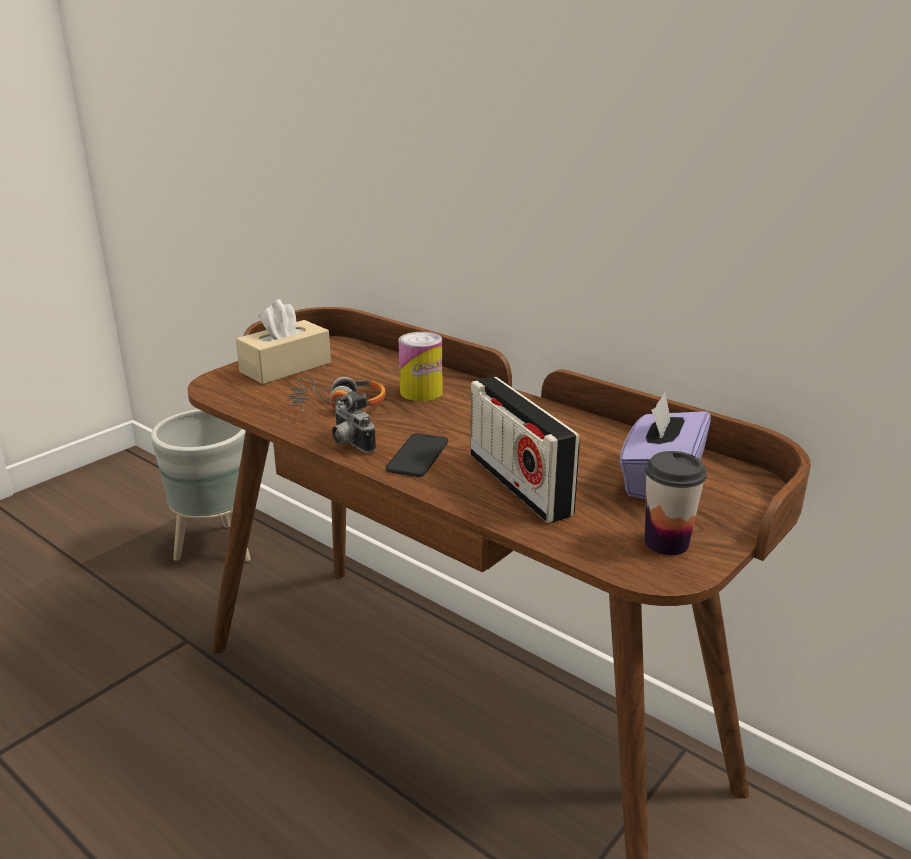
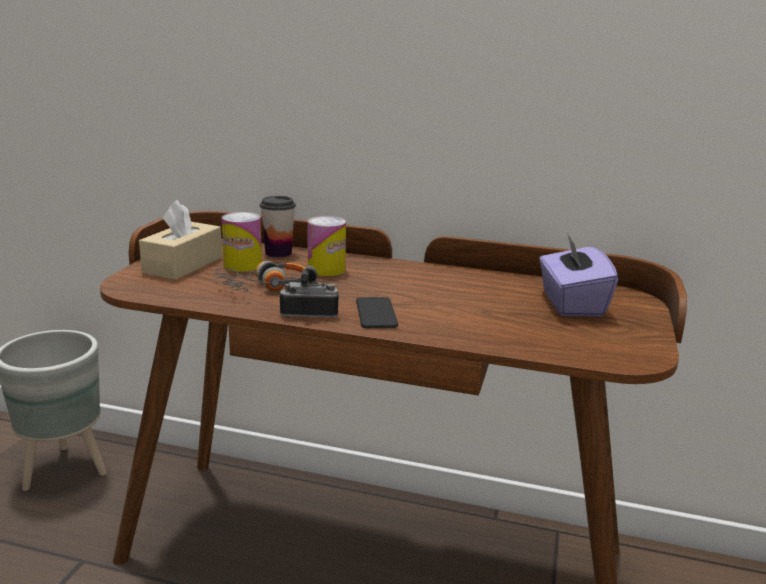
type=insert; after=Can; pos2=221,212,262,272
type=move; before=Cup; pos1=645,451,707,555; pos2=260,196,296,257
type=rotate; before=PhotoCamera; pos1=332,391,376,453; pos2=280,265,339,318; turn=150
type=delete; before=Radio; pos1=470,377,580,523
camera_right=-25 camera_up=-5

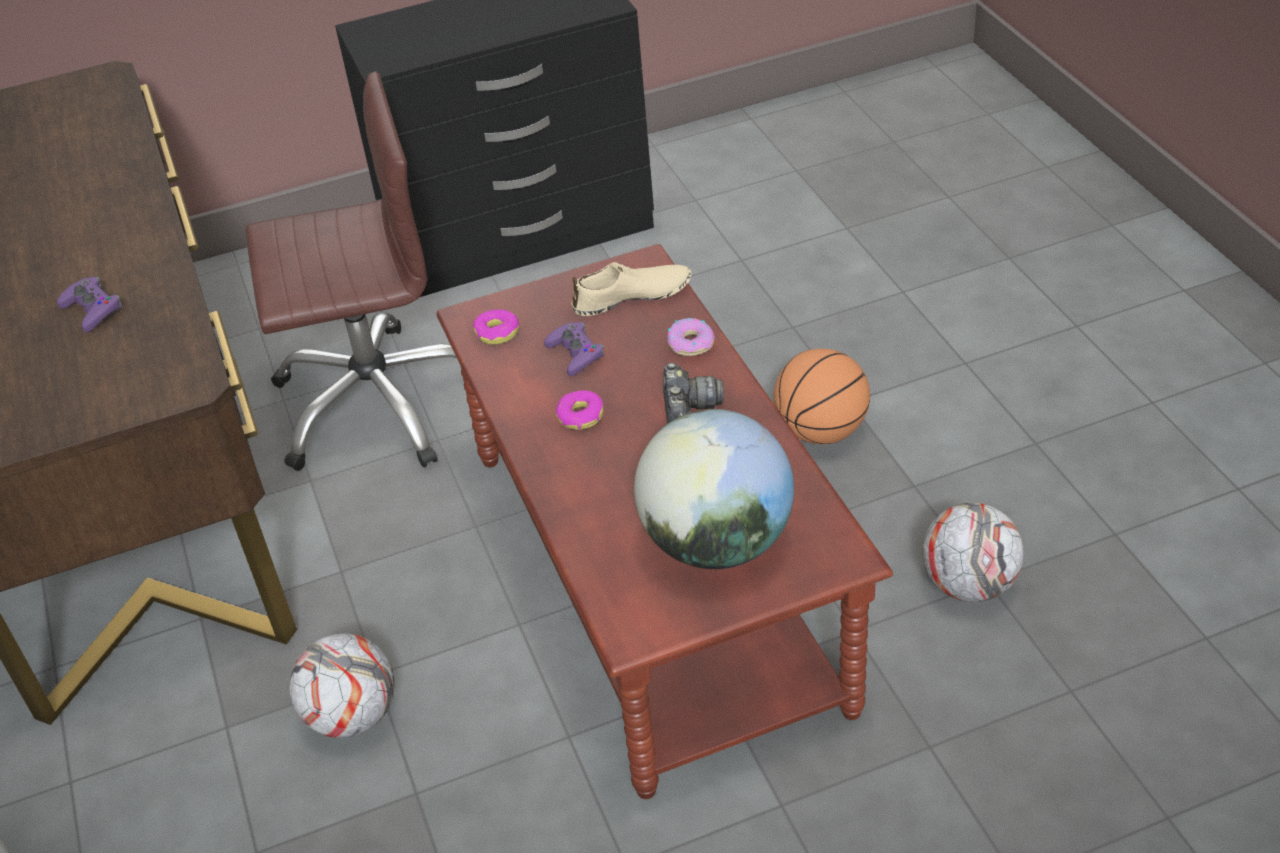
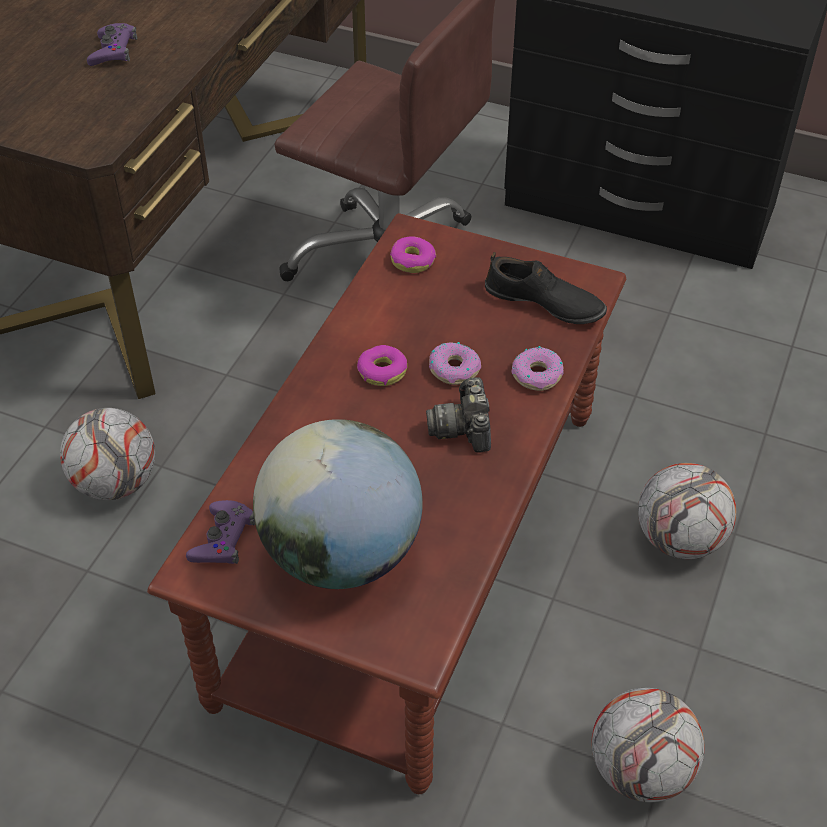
type=move; before=PurpleGameController; pos1=544,322,604,376; pos2=186,500,255,564
type=rotate; before=PhotoCamera; pos1=663,363,724,424; pos2=426,377,491,453; turn=135
type=insert; after=Donut; pos2=429,342,481,385
type=recolor; before=BeigeShoe; after=BlackShoe; pos1=571,262,692,316; pos2=485,252,607,324
type=replace; before=Basketball; after=Football; pos1=773,349,870,444; pos2=638,463,736,559
camera_right=40 camera_up=5

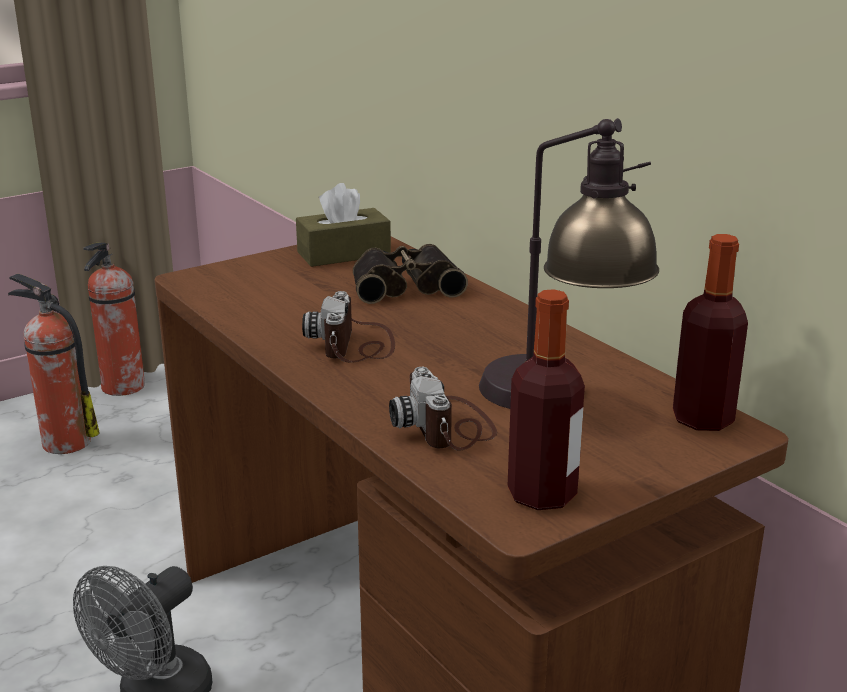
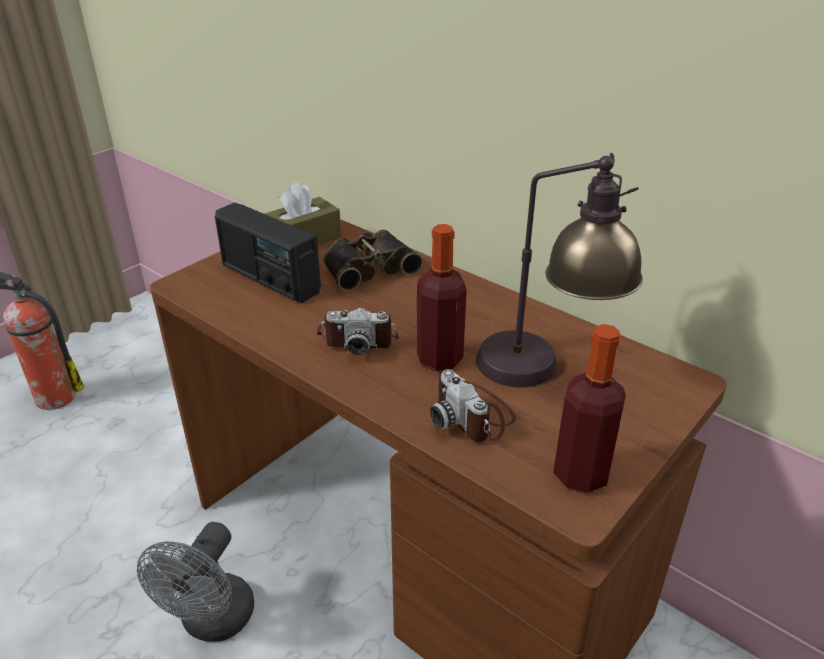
type=insert; after=Radio; pos2=215,202,321,303
type=rotate; before=PhotoCamera; pos1=302,291,395,363; pos2=317,308,399,355; turn=-75
type=move; before=Bottle; pos1=673,234,748,431; pos2=417,224,467,371
type=delete; before=FireExtinguisher; pos1=83,242,145,396
camera_right=-15 camera_up=10

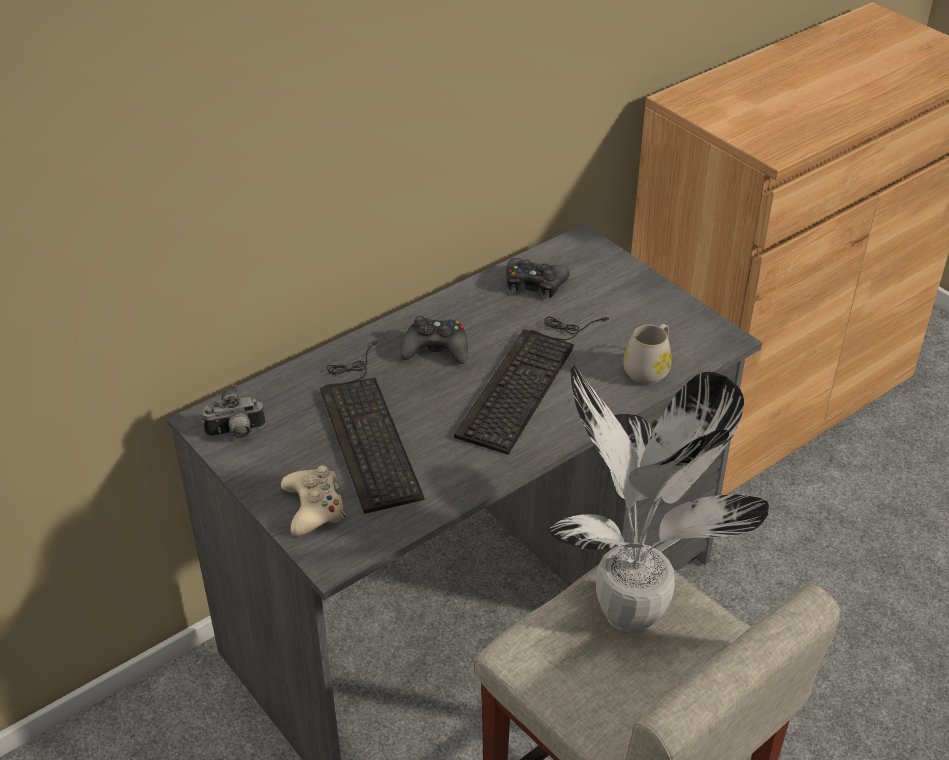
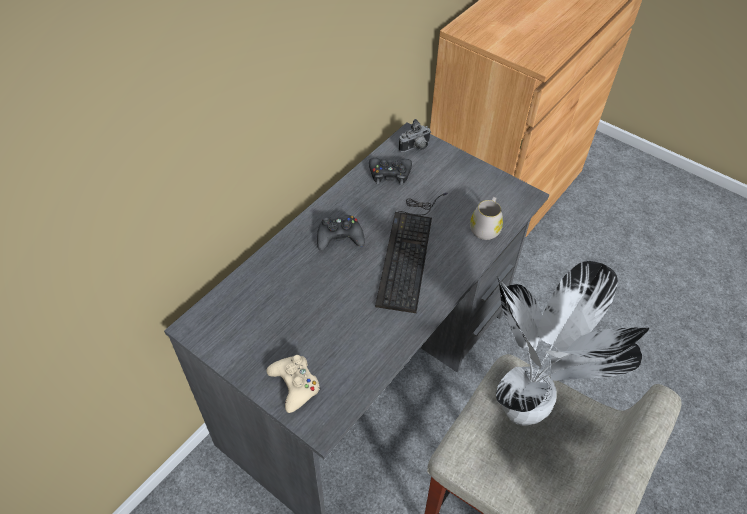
type=move; before=PhotoCamera; pos1=202,385,266,439; pos2=399,119,431,152
type=delete; before=Keyboard; pos1=320,340,425,514
camera_right=-15 camera_up=10

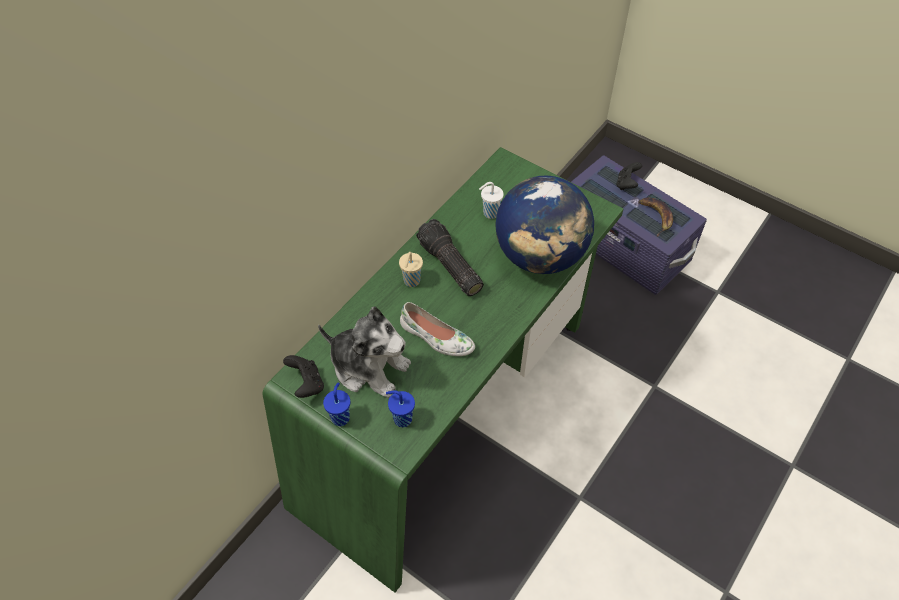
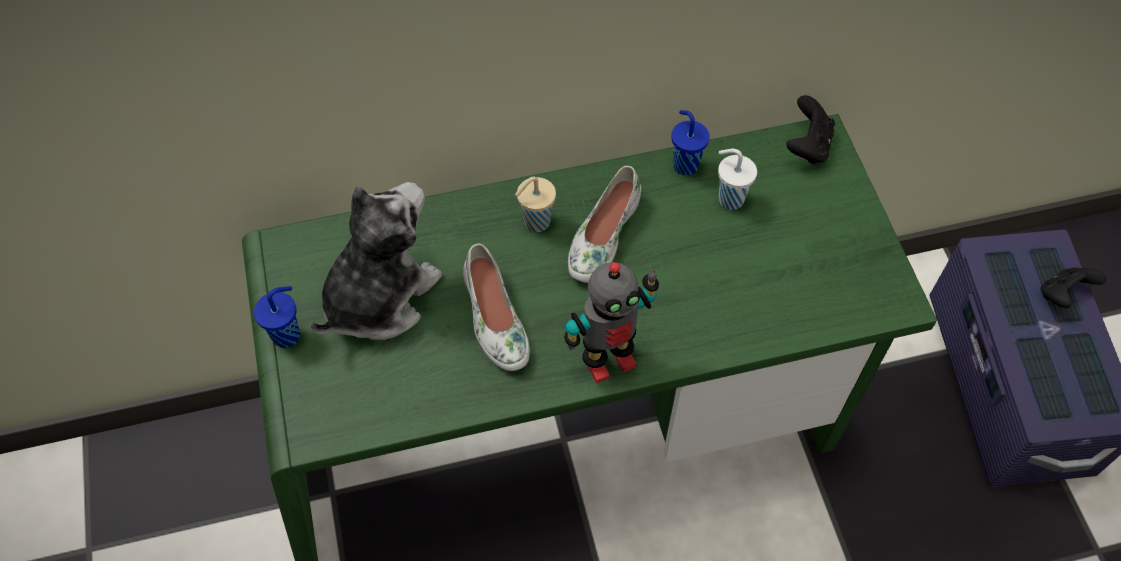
type=rotate; before=PlushToy; pos1=318,307,411,398; pos2=311,182,442,340; turn=-120
type=insert; after=ToyRobot; pos2=564,262,659,383
type=replace; before=Flashlight; after=WhiteShoe; pos1=416,219,484,296; pos2=568,166,641,283
type=move; before=BlueCup; pos1=386,390,415,427; pos2=671,110,710,175
type=move; before=BlackGameController; pos1=283,355,324,398; pos2=786,95,835,164
type=delete; before=Globe; pos1=495,176,594,274
type=delete; before=Banana; pos1=638,198,673,237
camera_right=40 camera_up=5

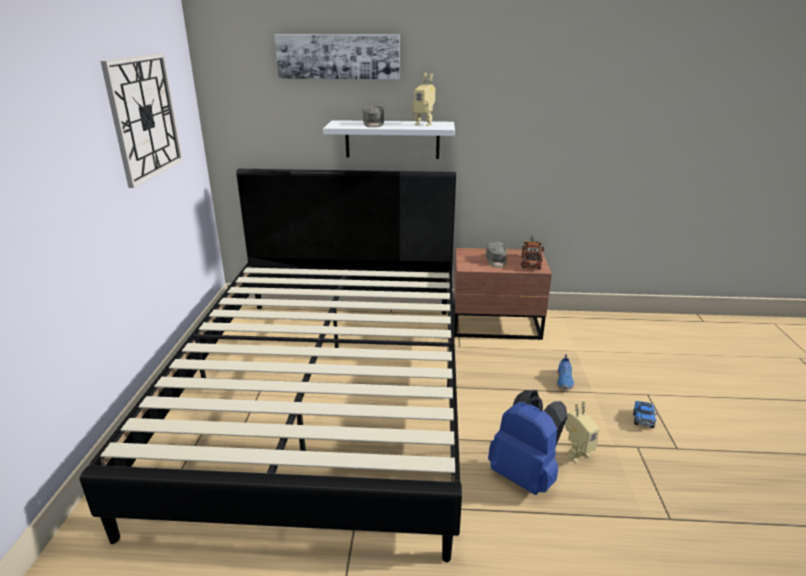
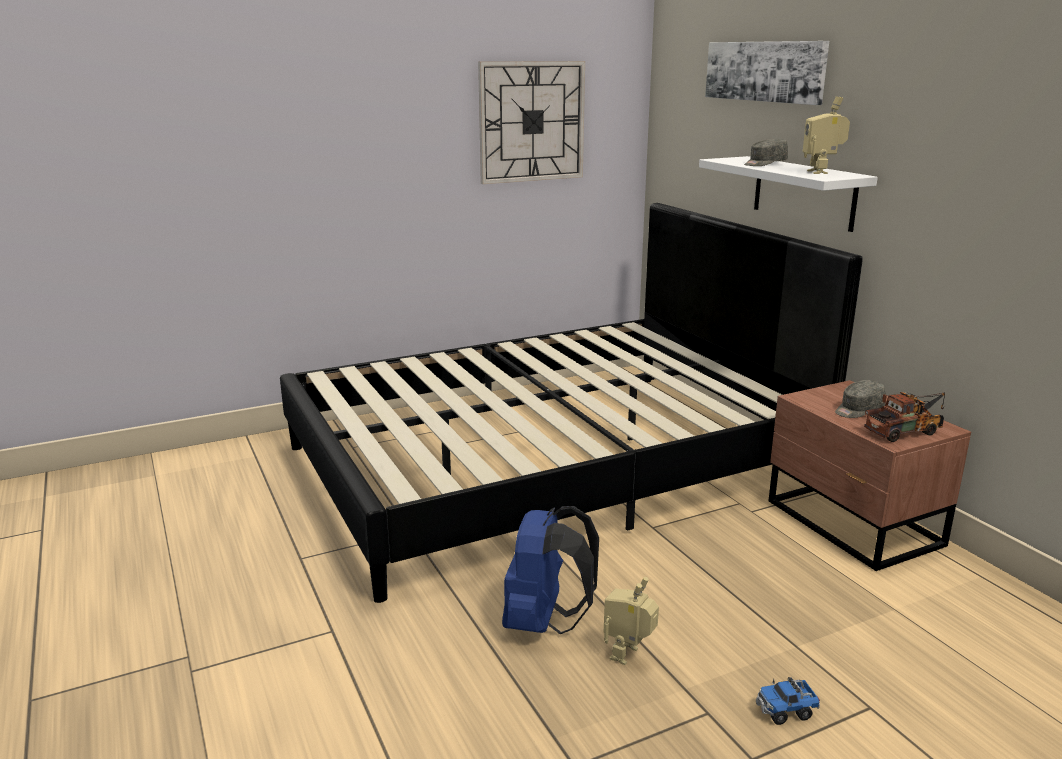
type=rotate; before=ToyRobot; pos1=565,400,599,463; pos2=604,577,659,665; turn=90
type=delete; before=BlueShoe; pos1=557,354,574,390
camera_right=60 camera_up=-5

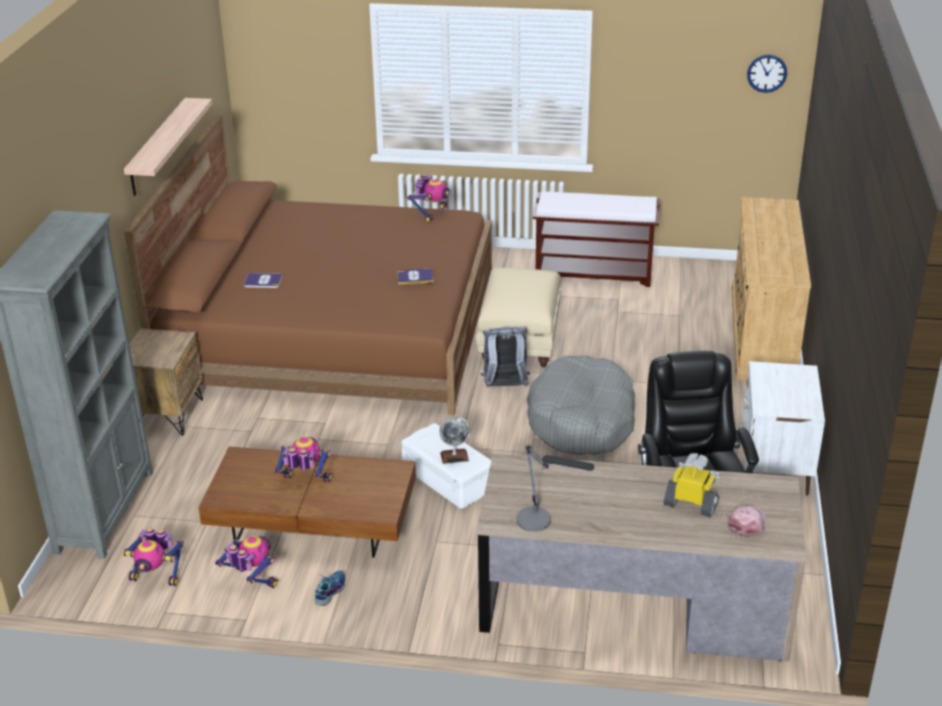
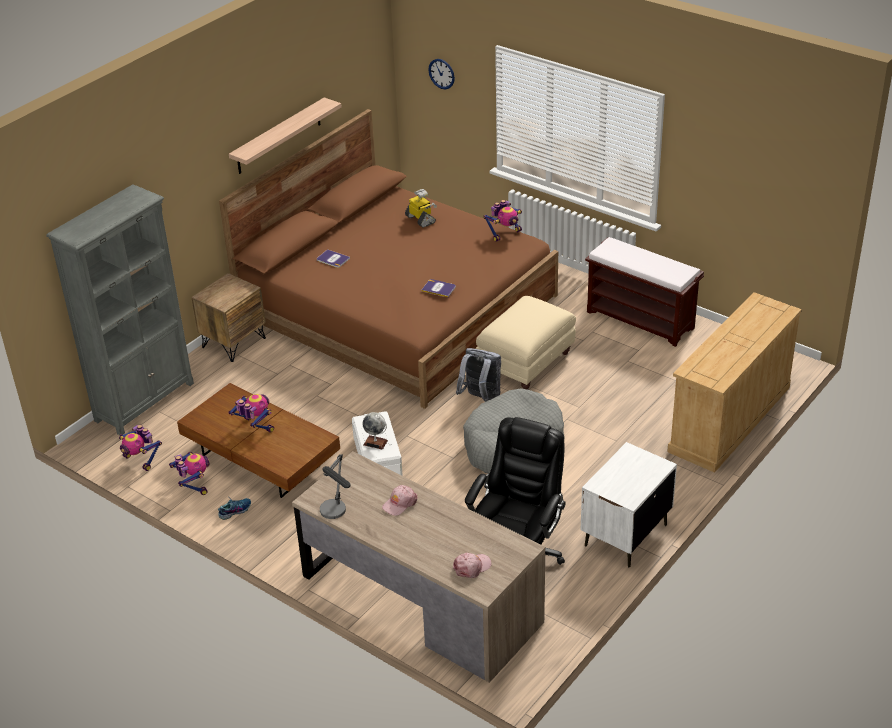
type=insert; after=PinkCap; pos2=382,485,417,516
type=move; before=ToyRobot; pos1=664,453,720,517; pos2=405,189,437,228
type=move; before=WallClock; pos1=747,55,787,93; pos2=428,59,455,90
camera_right=30 camera_up=5

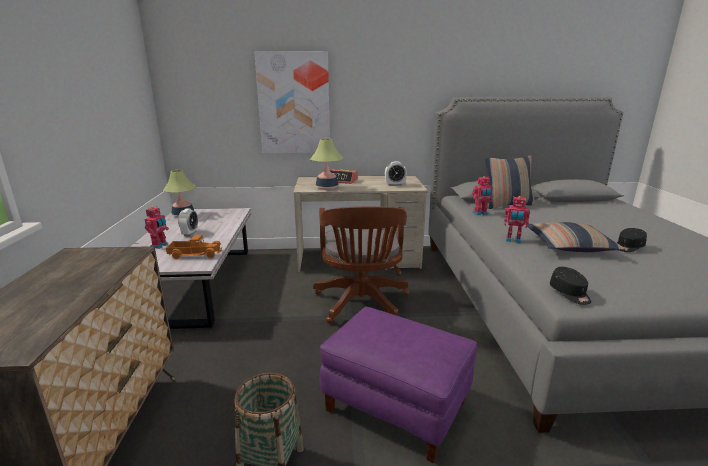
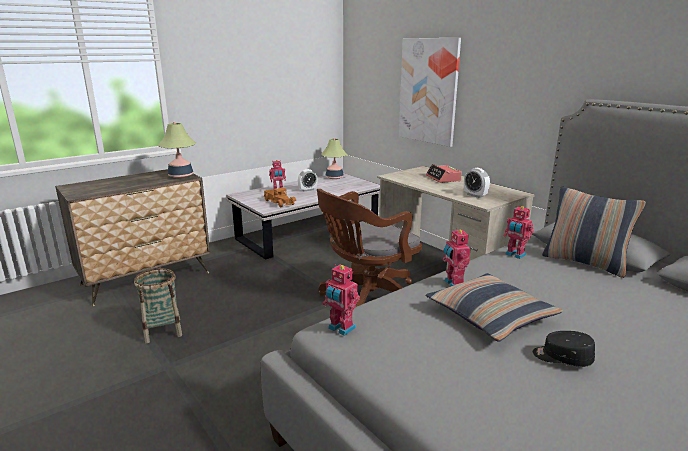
type=move; before=TableLamp; pos1=310,137,343,190; pos2=158,122,196,178
type=replace; before=BlackCap; after=ToyRobot; pos1=550,267,591,305; pos2=323,264,360,336
type=delete; before=PurpleOttoman; pos1=320,307,477,463
camera_right=55 camera_up=0

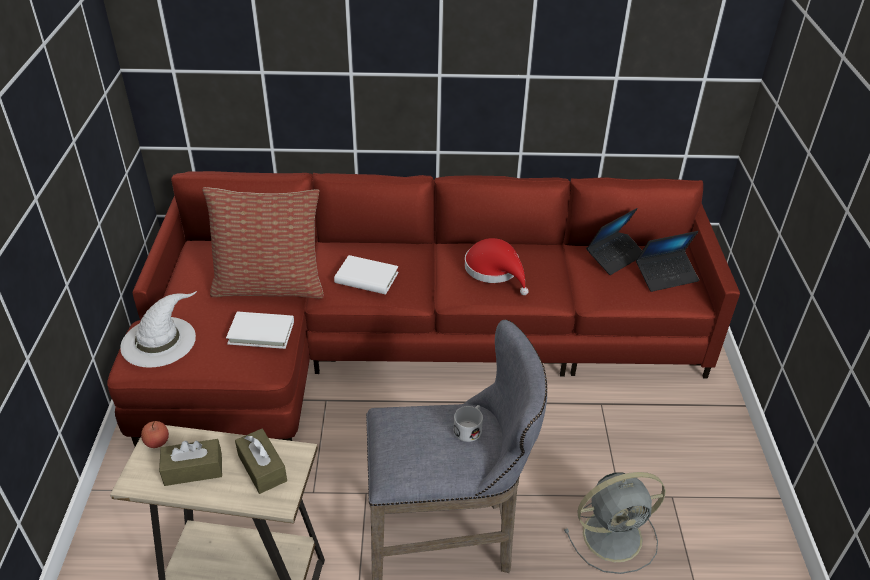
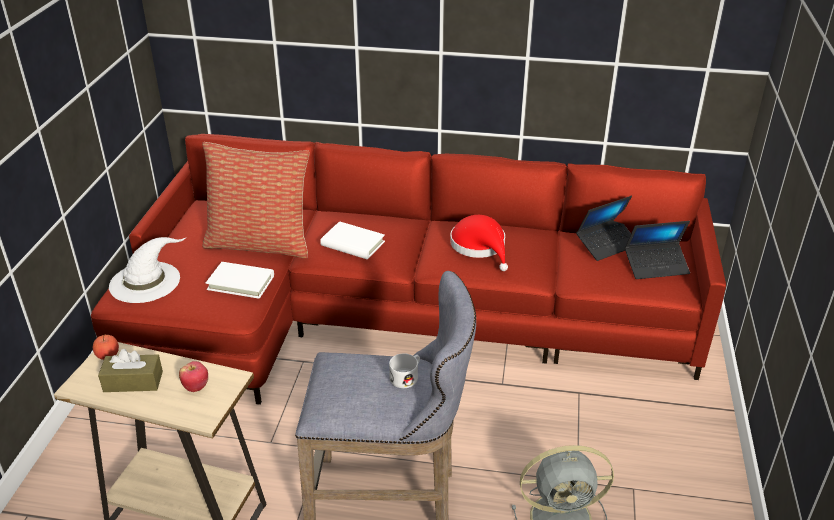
type=replace; before=BrownTissueBox; after=Apple; pos1=235,429,287,494; pos2=179,361,208,392
camera_right=10 camera_up=-5

